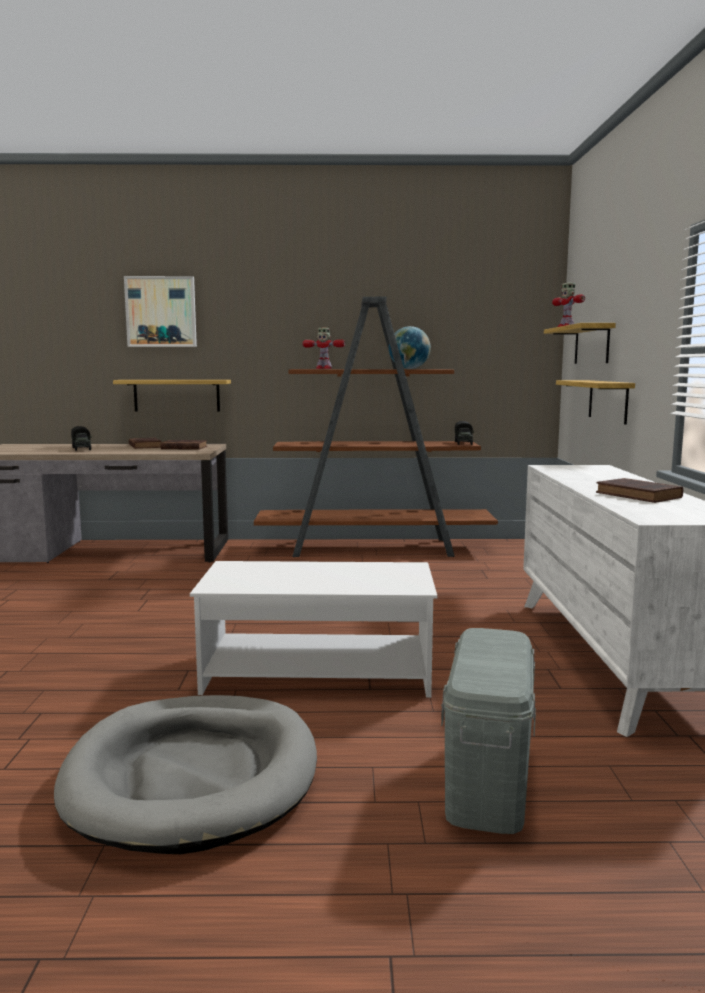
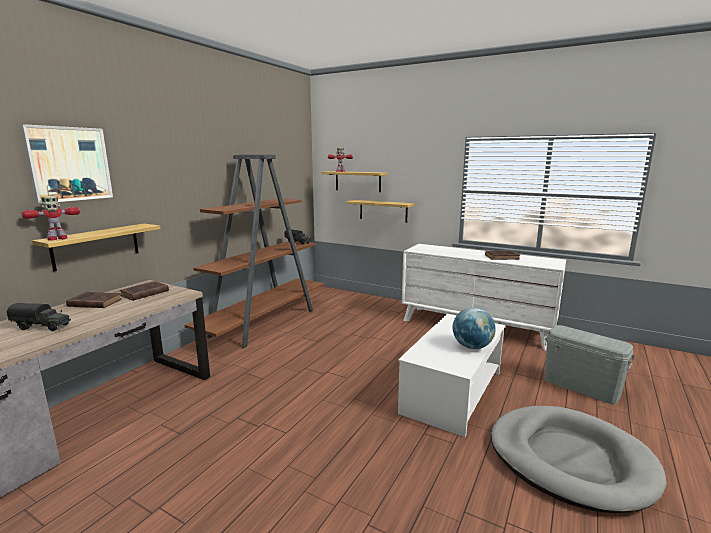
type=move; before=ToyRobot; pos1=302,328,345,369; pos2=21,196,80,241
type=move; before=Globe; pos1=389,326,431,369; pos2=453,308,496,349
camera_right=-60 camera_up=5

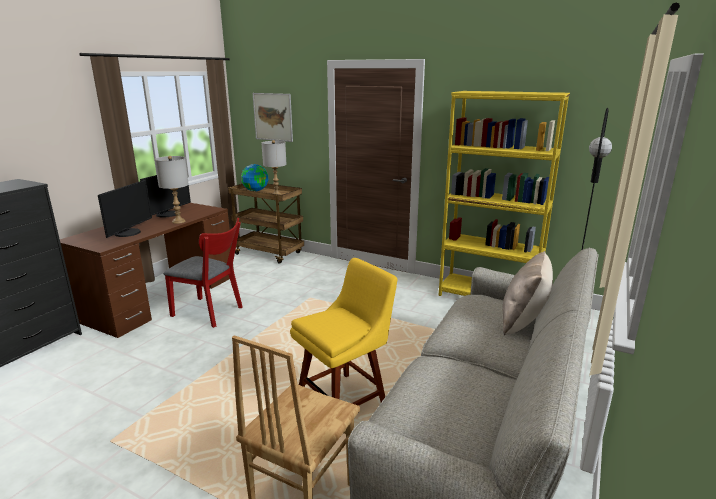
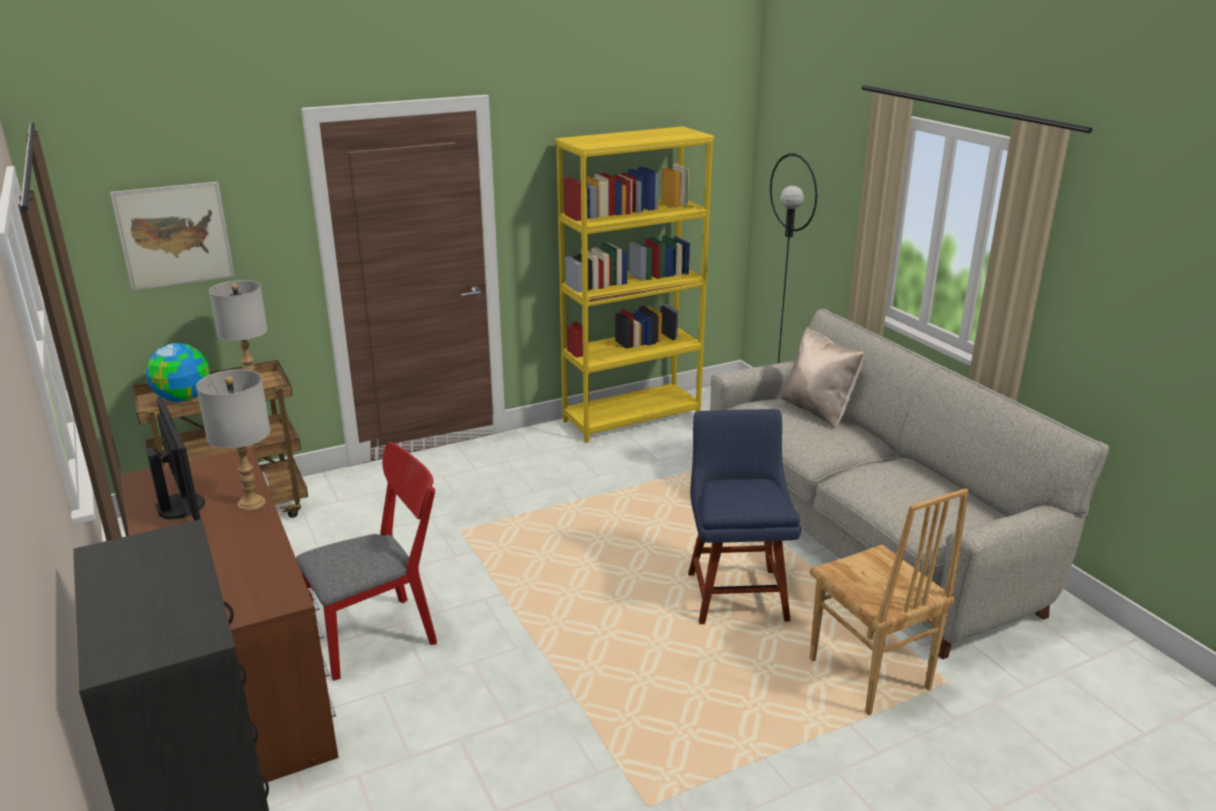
type=recolor; before=YellowChair; after=BlueChair; pos1=290,258,398,406; pos2=688,409,801,624
type=delete; before=Monitor; pos1=98,180,152,238
camera_right=-55 camera_up=5

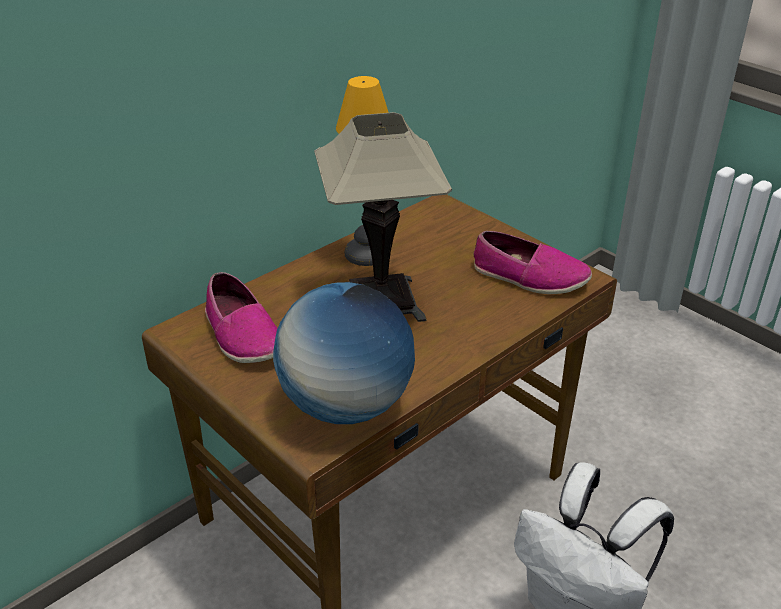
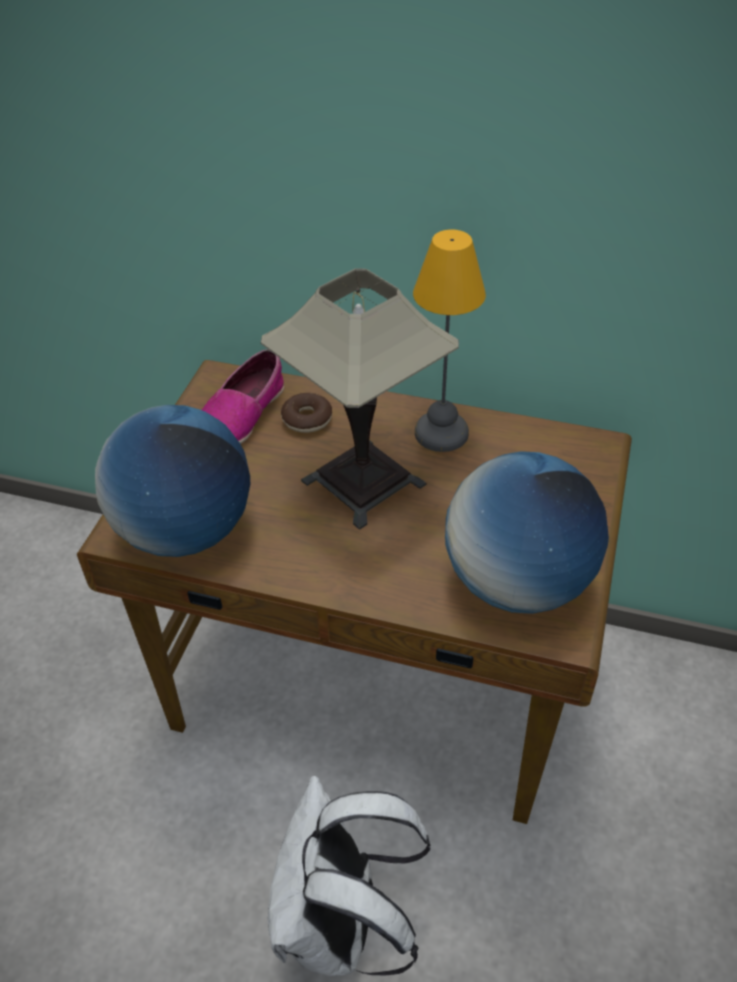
type=insert; after=Donut; pos2=281,393,332,433
type=replace; before=Shoe; after=Globe; pos1=474,231,592,294; pos2=445,451,609,614
camera_right=60 camera_up=10

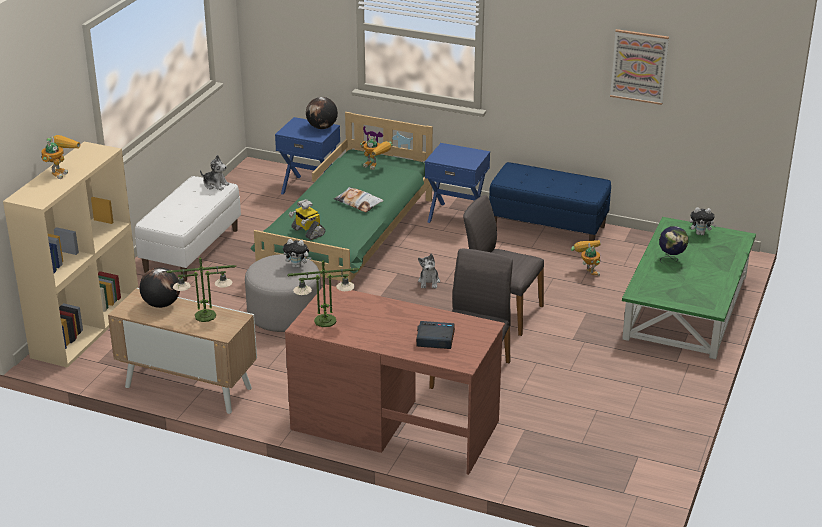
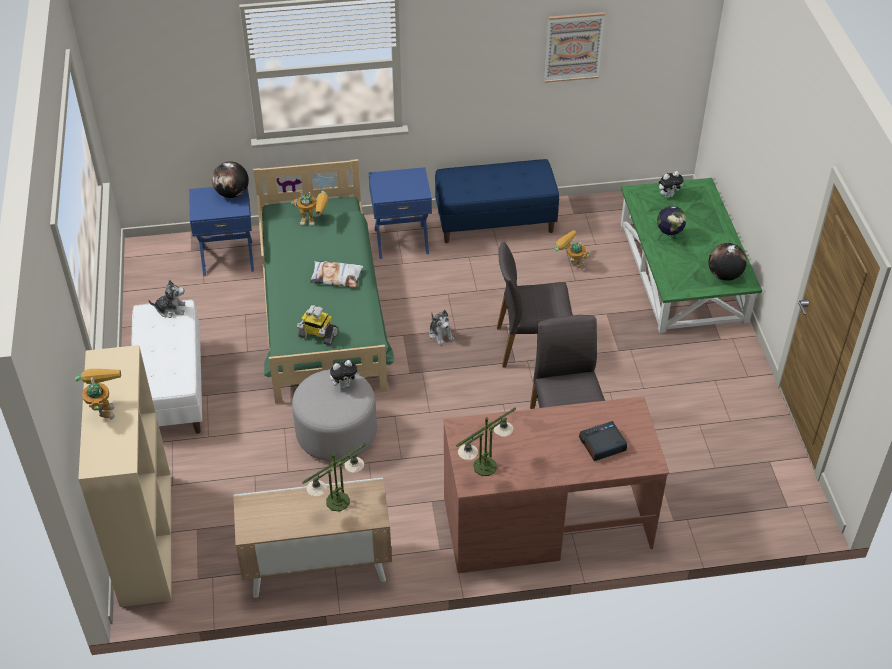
type=move; before=Globe; pos1=140,267,180,308; pos2=708,243,747,281
camera_right=-30 camera_up=15

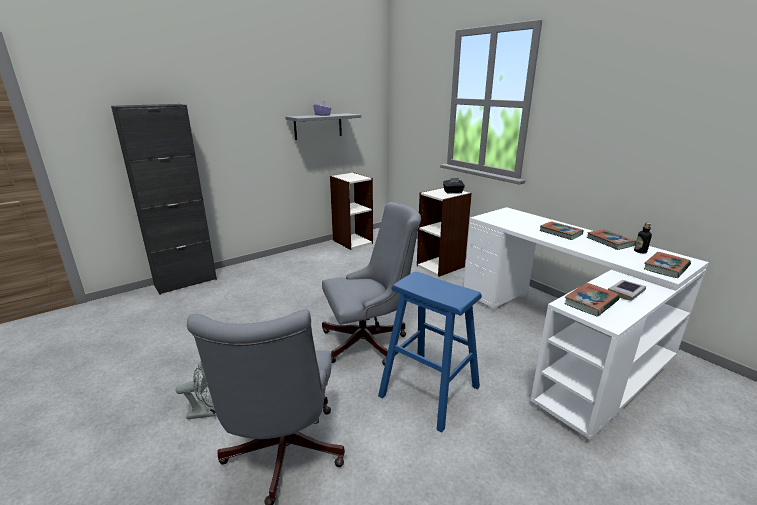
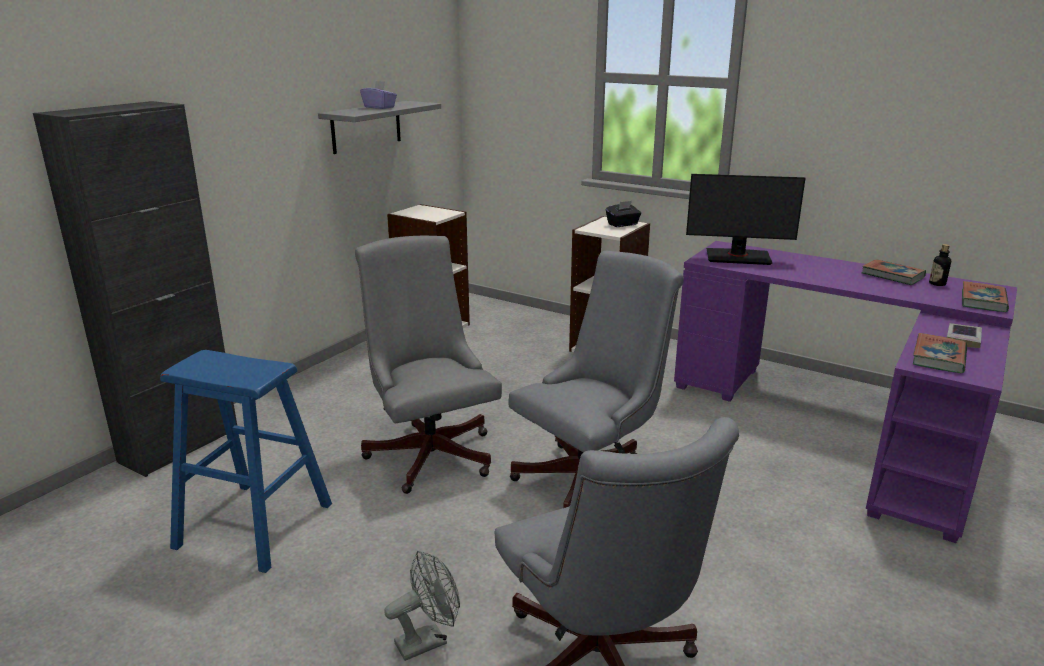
type=move; before=BlueStool; pos1=378,272,482,433; pos2=160,350,332,573
type=insert; after=GreyOfficeChair; pos2=355,236,502,494
type=recolor; before=WhiteDesk; after=PurpleDesk; pos1=464,207,709,443; pos2=674,241,1017,543
type=insert; after=Monitor; pos2=686,174,805,265
type=delete; before=Book; pos1=539,221,583,240
camera_right=-20 camera_up=0

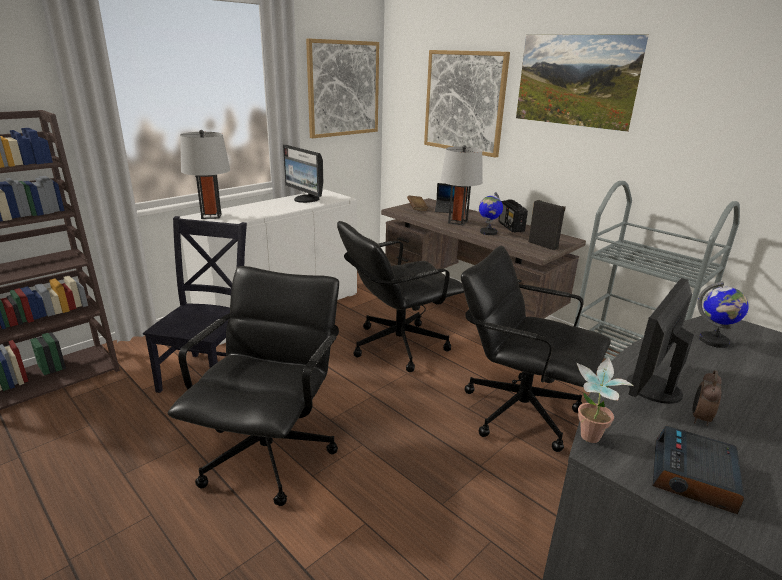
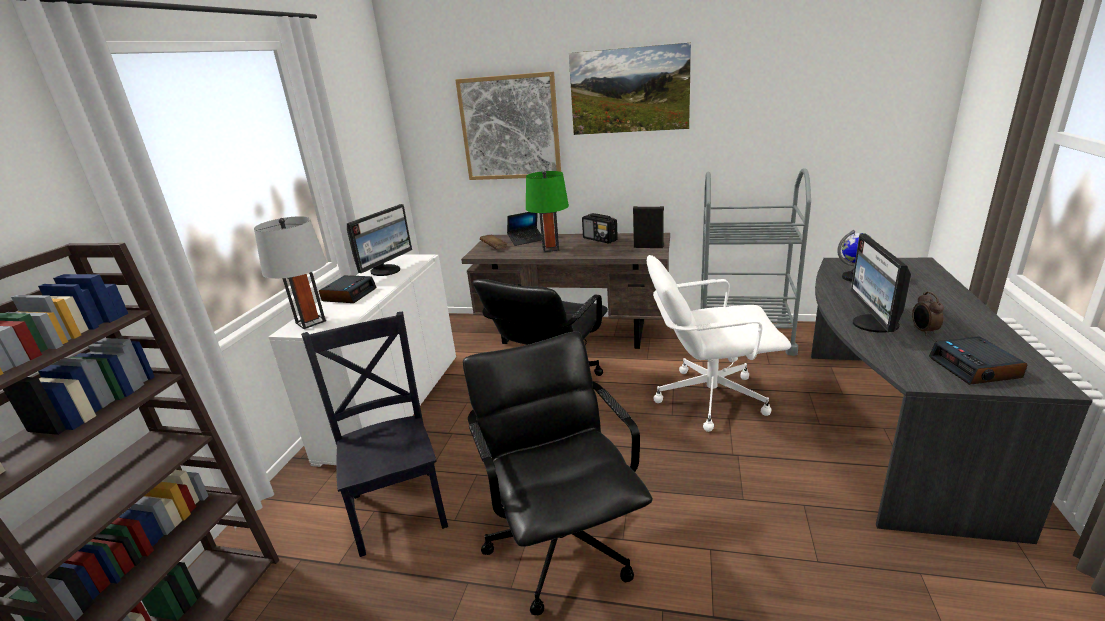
type=insert; after=AlarmClock; pos2=319,275,376,303
type=rotate; before=Monitor; pos1=283,145,323,203; pos2=347,204,412,276; turn=-75
type=recolor; before=GreyTableLamp; after=GreenTableLamp; pos1=440,145,483,226; pos2=526,171,569,252
type=recolor; before=BlackOfficeChair; after=WhiteOfficeChair; pos1=461,246,611,452; pos2=647,255,791,432
type=delete; before=Picture; pos1=306,39,379,138
type=delete; before=Globe; pos1=479,192,503,235
type=delete; before=PottedPlant; pos1=577,357,634,443
camera_right=-30 camera_up=0

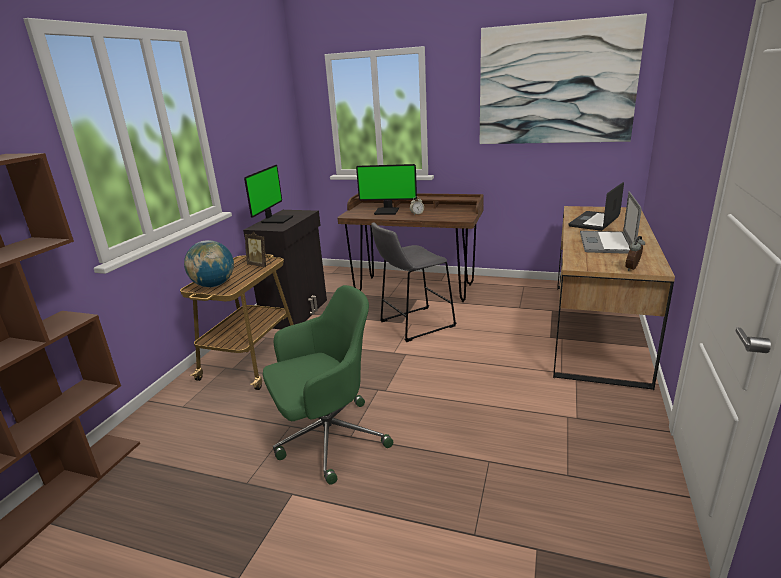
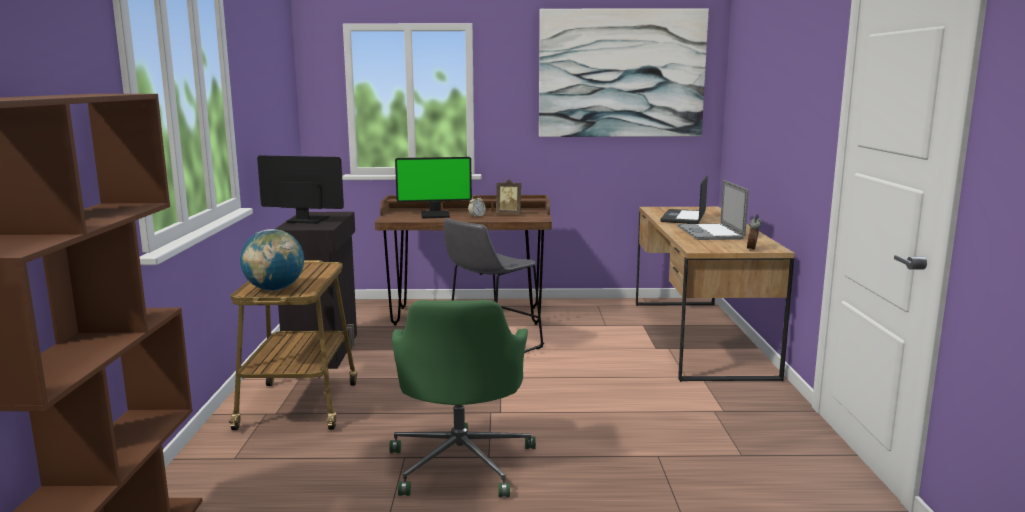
type=rotate; before=Monitor; pos1=244,165,293,223; pos2=257,156,344,224; turn=-75
type=rotate; before=GreenOfficeChair; pos1=263,285,393,485; pos2=389,300,536,497; turn=135
type=move; before=PictureFrame; pos1=245,232,271,267; pos2=496,179,521,214
camera_right=-20 camera_up=-10

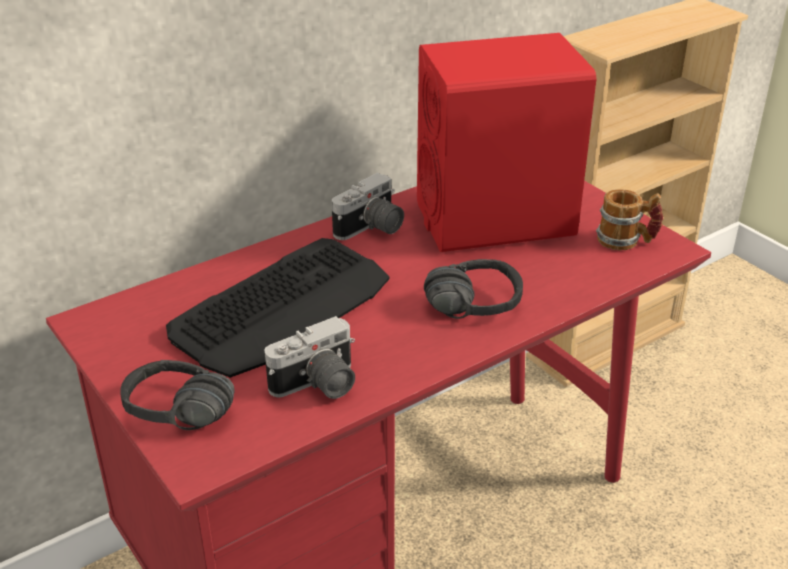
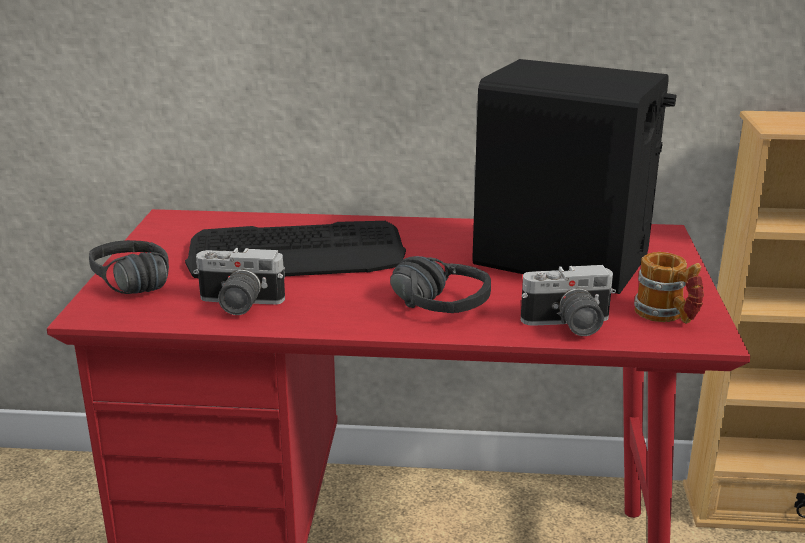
type=recolor; before=RedSpeaker; after=BlackSpeaker; pos1=417,33,596,252; pos2=472,59,677,294
type=move; before=PhotoCamera; pos1=332,173,404,240; pos2=521,265,616,336
camera_right=40 camera_up=-10

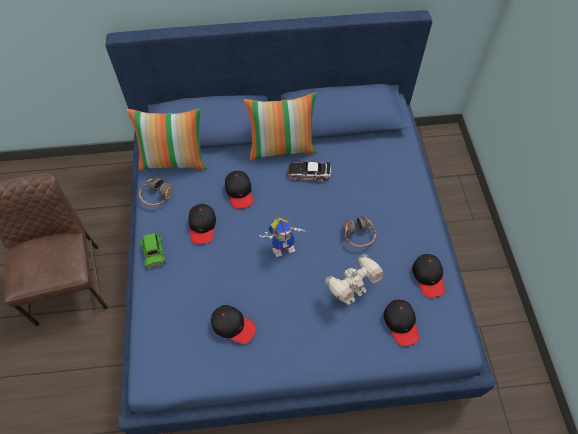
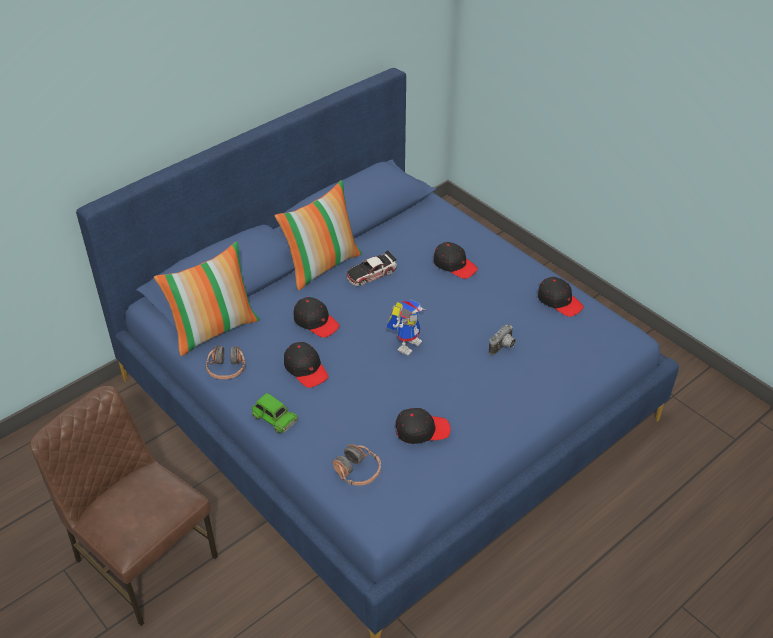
type=move; before=Headphones; pos1=344,216,376,248; pos2=333,444,381,486
type=move; before=BlackCap; pos1=383,300,419,346; pos2=433,242,478,279
type=replace; before=ToyRobot; after=PhotoCamera; pos1=325,254,384,305; pos2=489,324,516,355
camera_right=-35 camera_up=-15

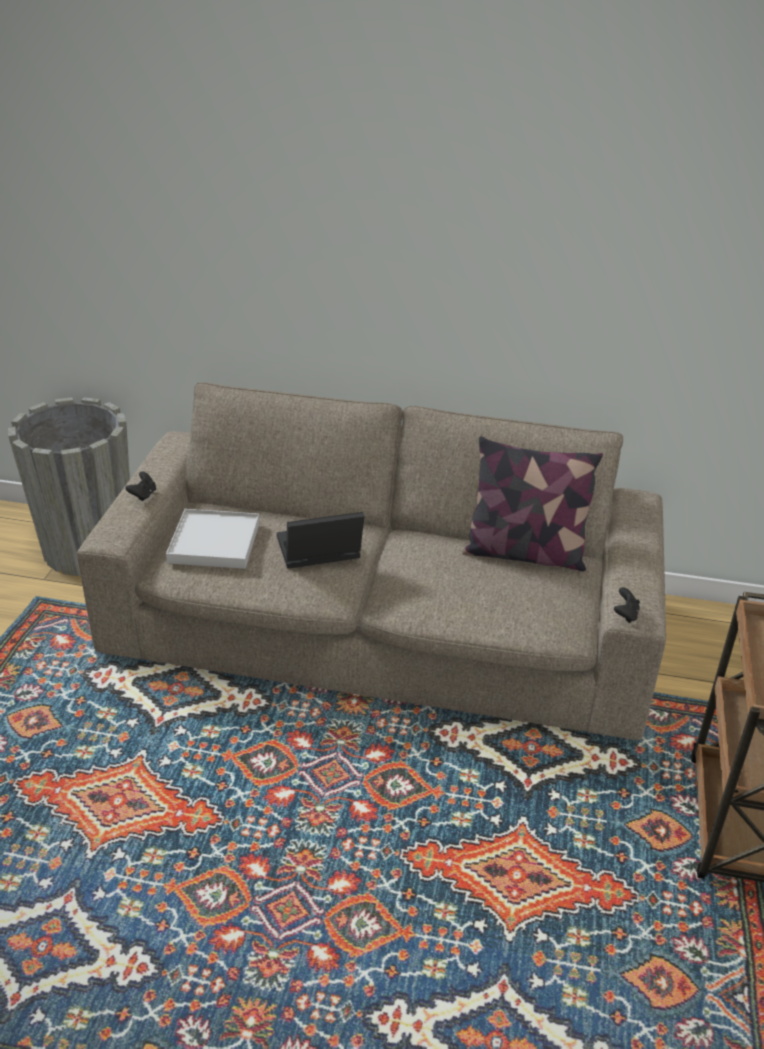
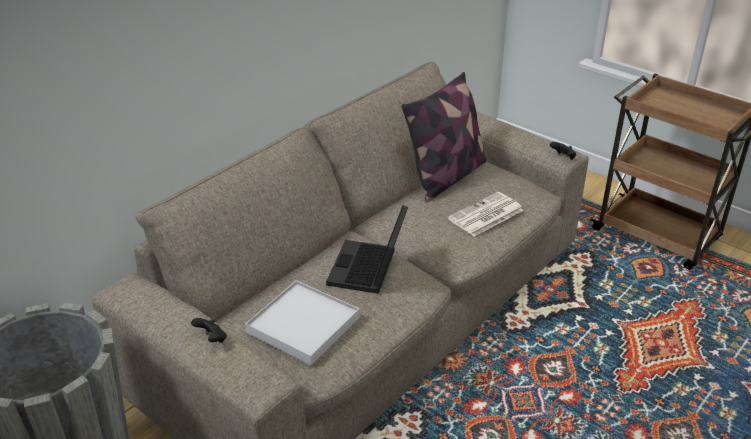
type=insert; after=Newspaper; pos2=448,192,524,236
camera_right=-60 camera_up=0

